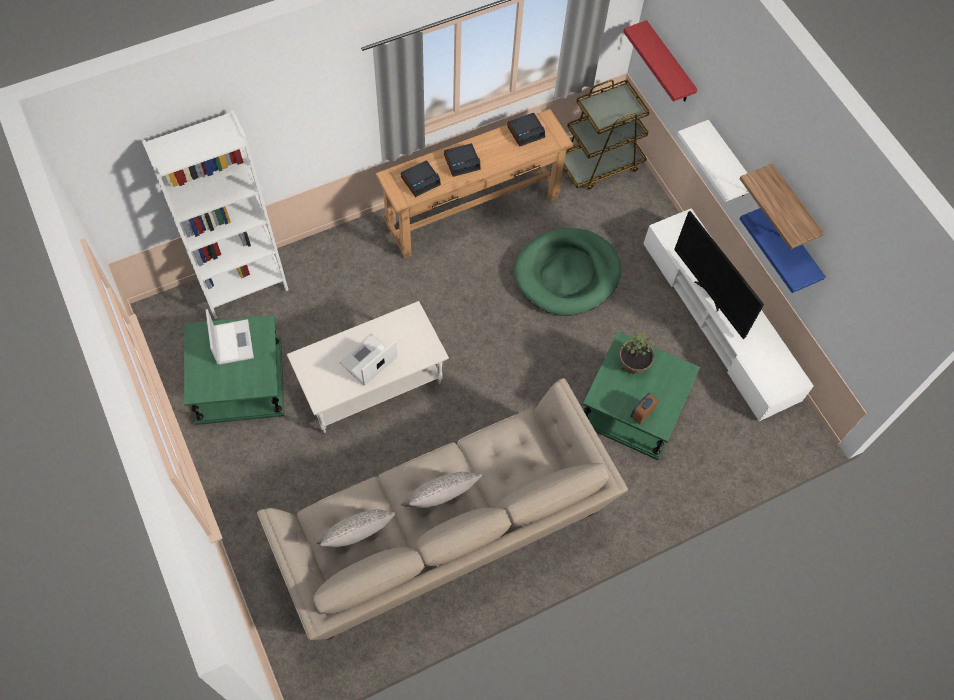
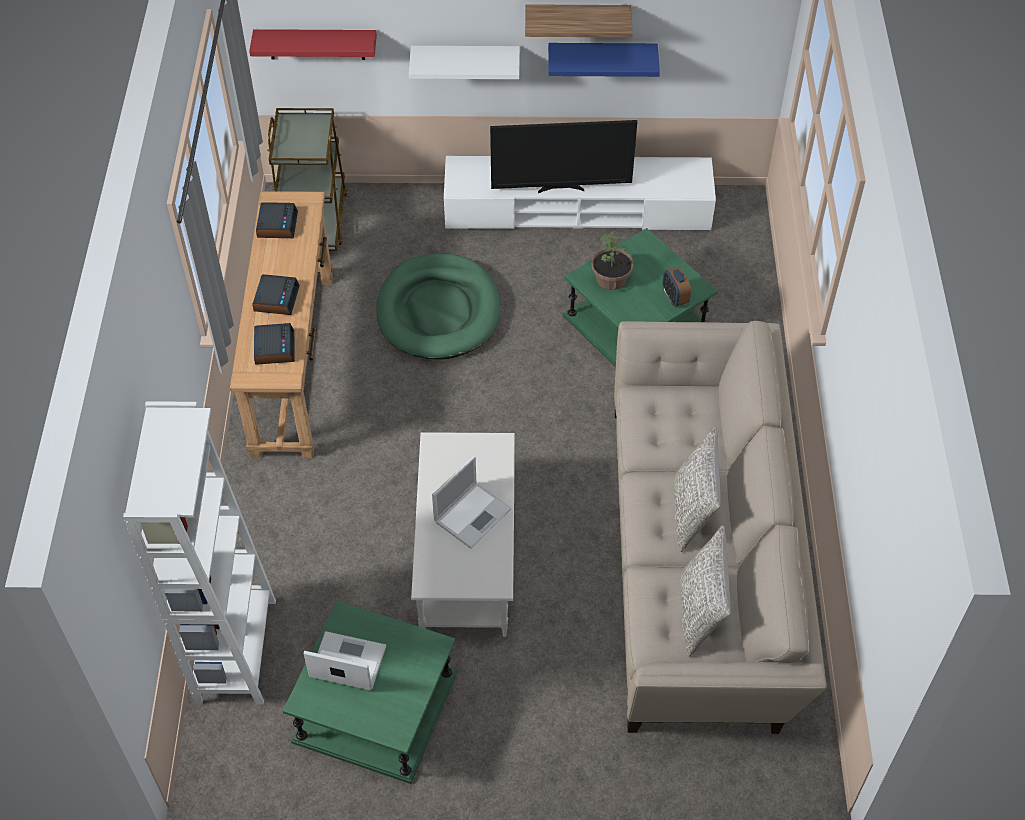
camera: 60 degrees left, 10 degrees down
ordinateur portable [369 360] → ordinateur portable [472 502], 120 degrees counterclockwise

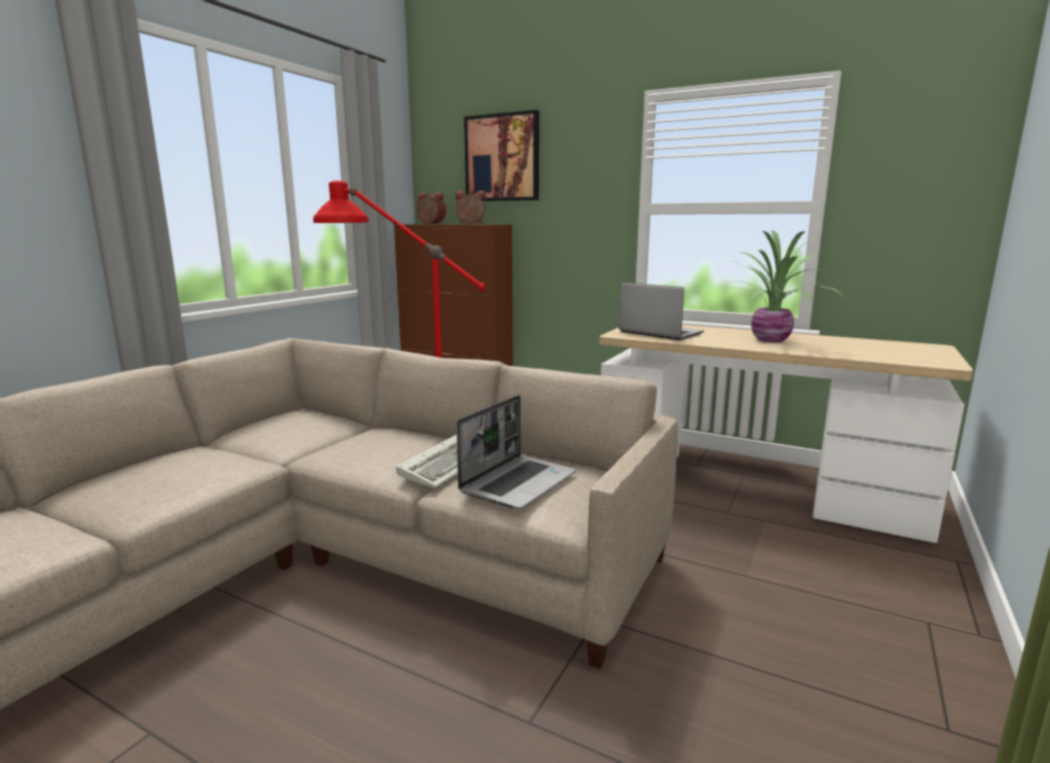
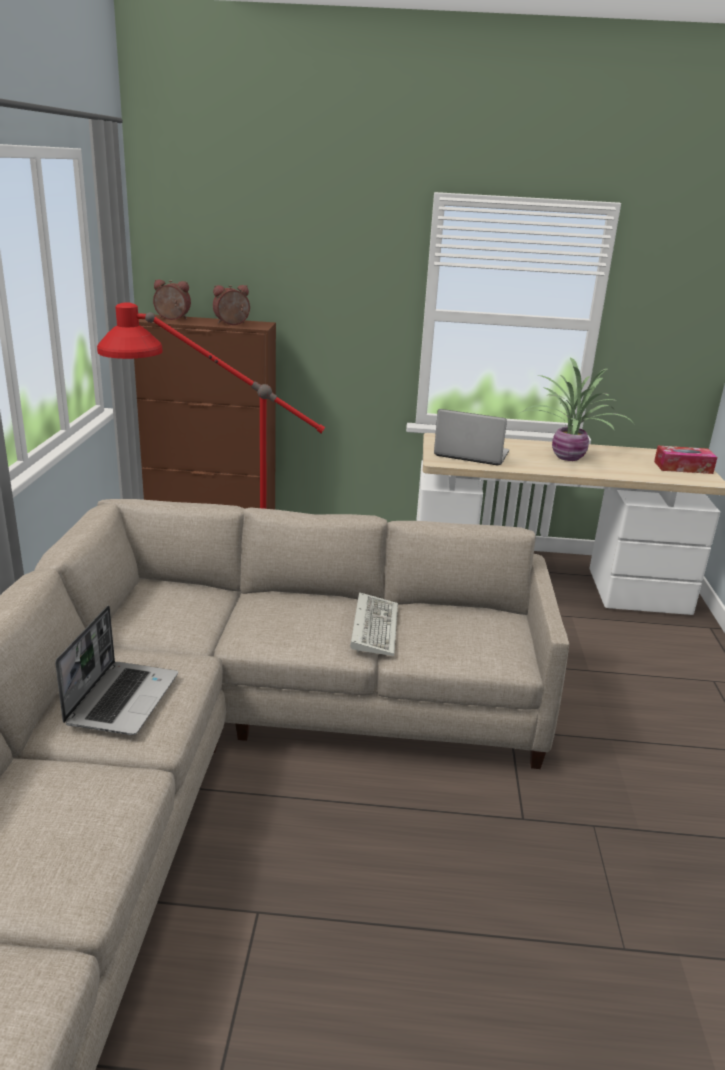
camera: 25 degrees left, 10 degrees up
tableau [501 155] → -
- → boîte à mouchoirs [685 460]
ordinateur portable [516 452] → ordinateur portable [116 670], moved

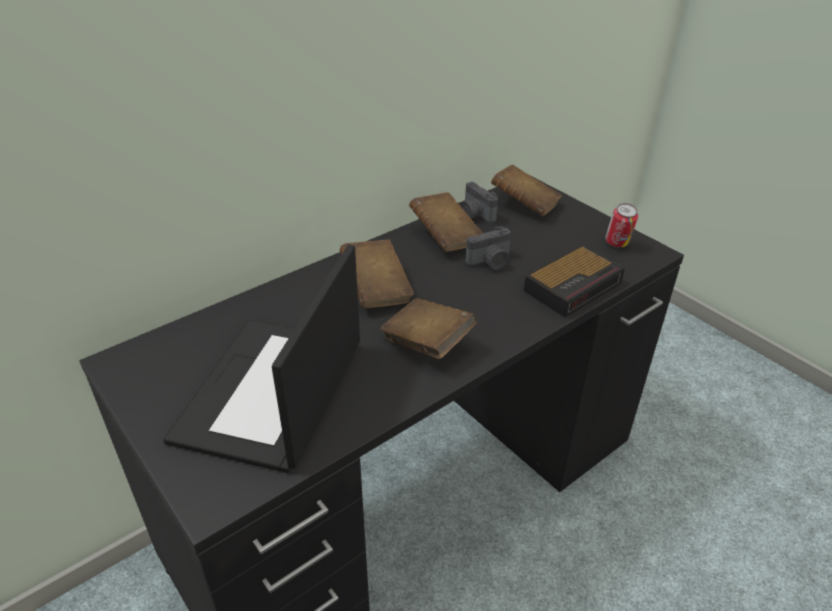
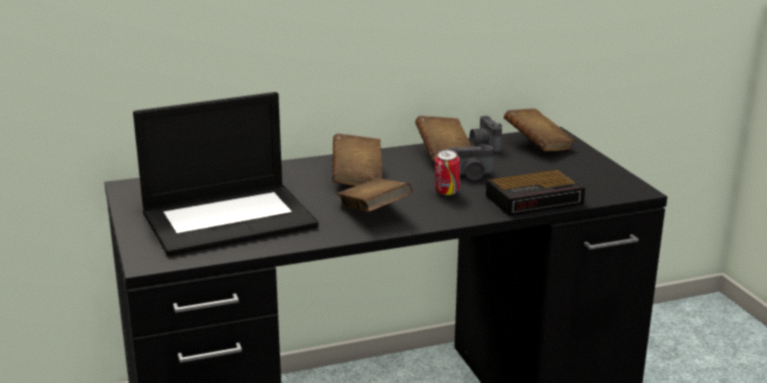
camera: 20 degrees right, 15 degrees down
boîte métallique [621 225] → boîte métallique [447 172], moved
ordinateur portable [261 358] → ordinateur portable [226 174], 150 degrees counterclockwise

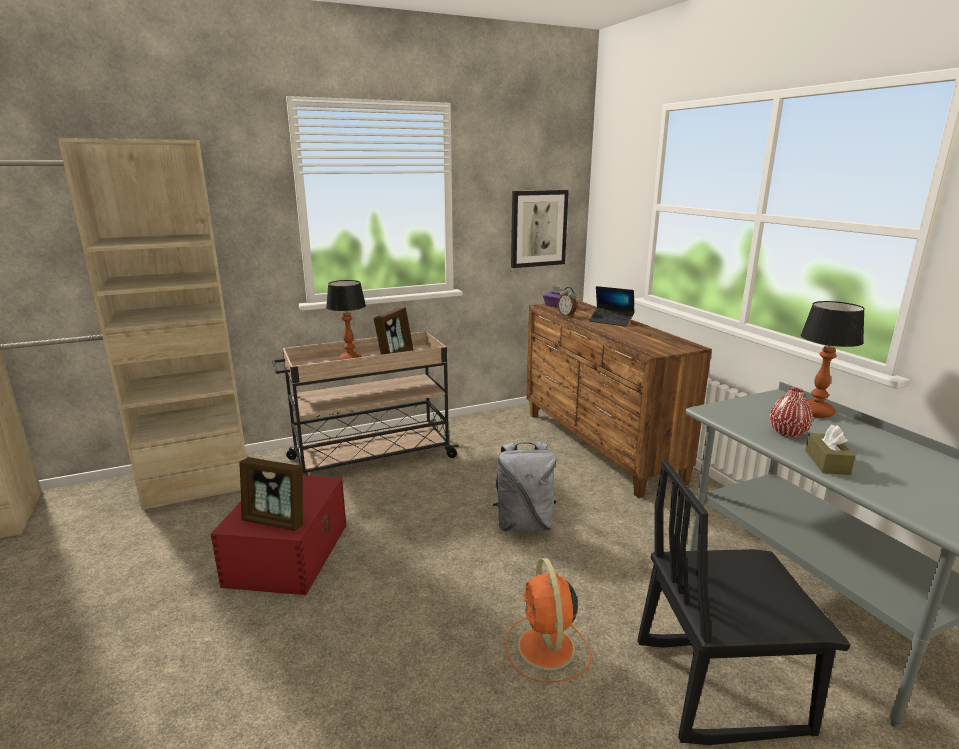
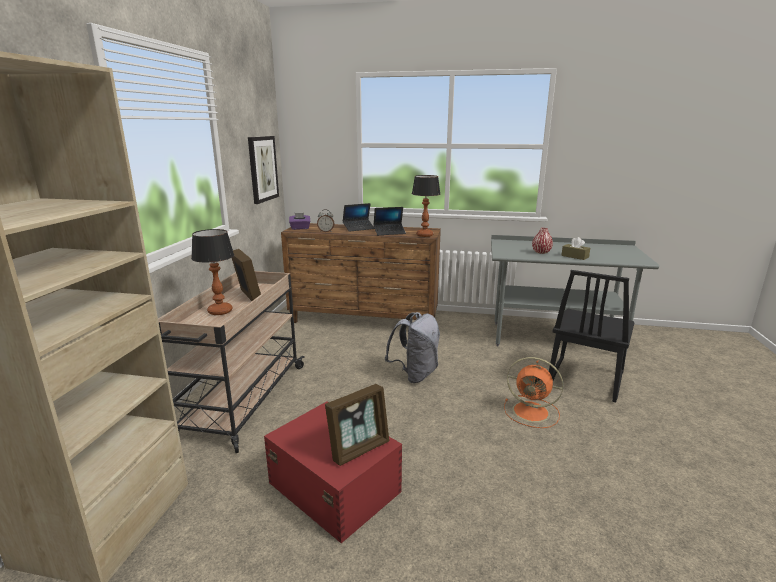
camera: 55 degrees left, 0 degrees up
- → ordinateur portable [389 221]
lampe de table [832 359] → lampe de table [426 206], moved

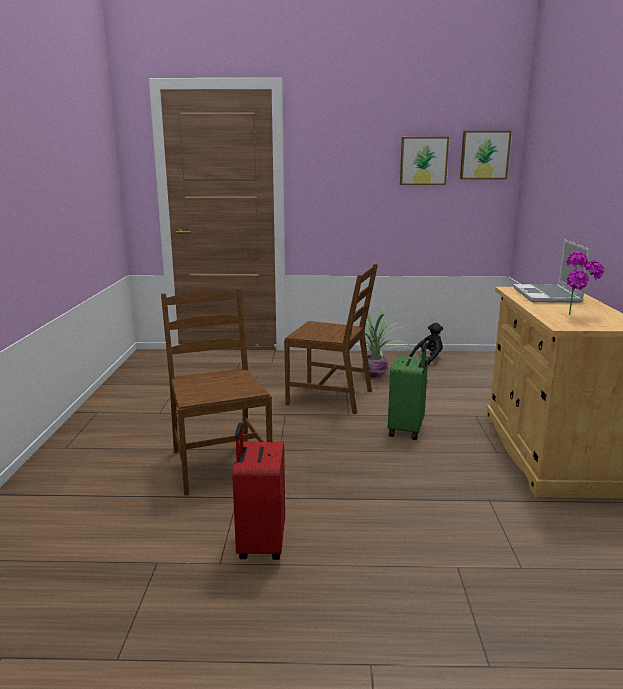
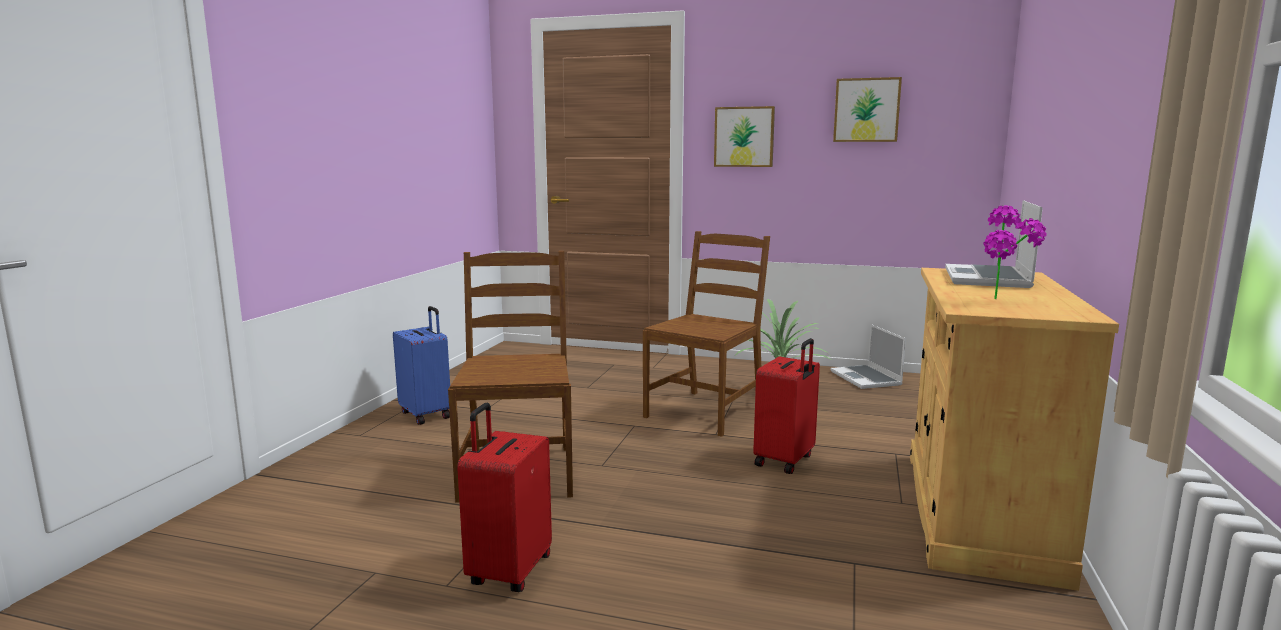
camera: 15 degrees right, 5 degrees down
- → valise [bleu] [421 365]
tableau [486 155] → tableau [744 136], moved
peluche [noir] [426 344] → ordinateur portable [868 356]
valise [vert] [408 391] → valise [rouge] [786 406]
chaise [marron] [331 339] → chaise [marron] [706 334], 90 degrees counterclockwise

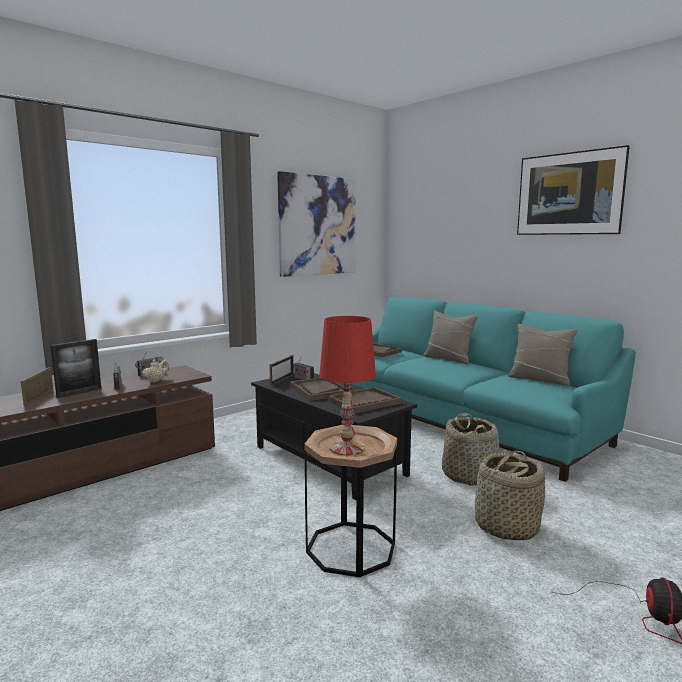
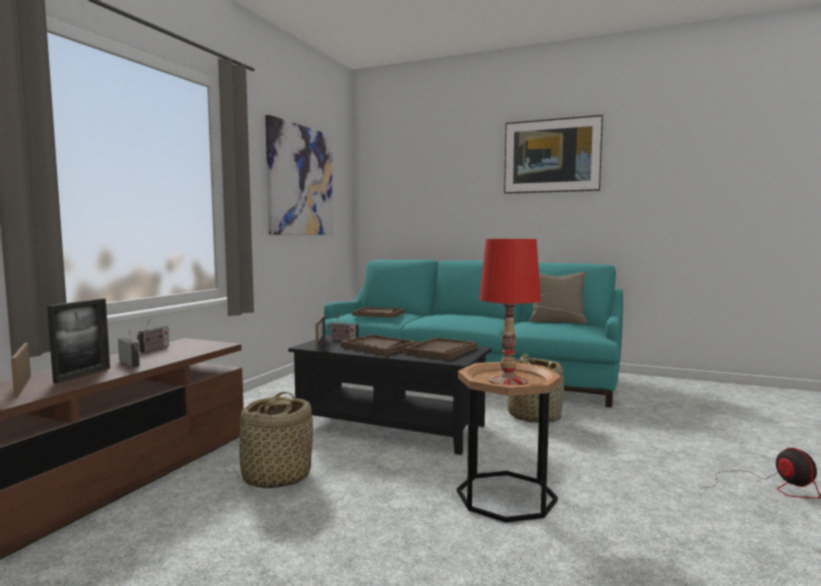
camera: 25 degrees left, 5 degrees down
théière [beige] [155 370] → -
coussin [beige] [450 337] → -
panier [510 495] → panier [273 440], moved

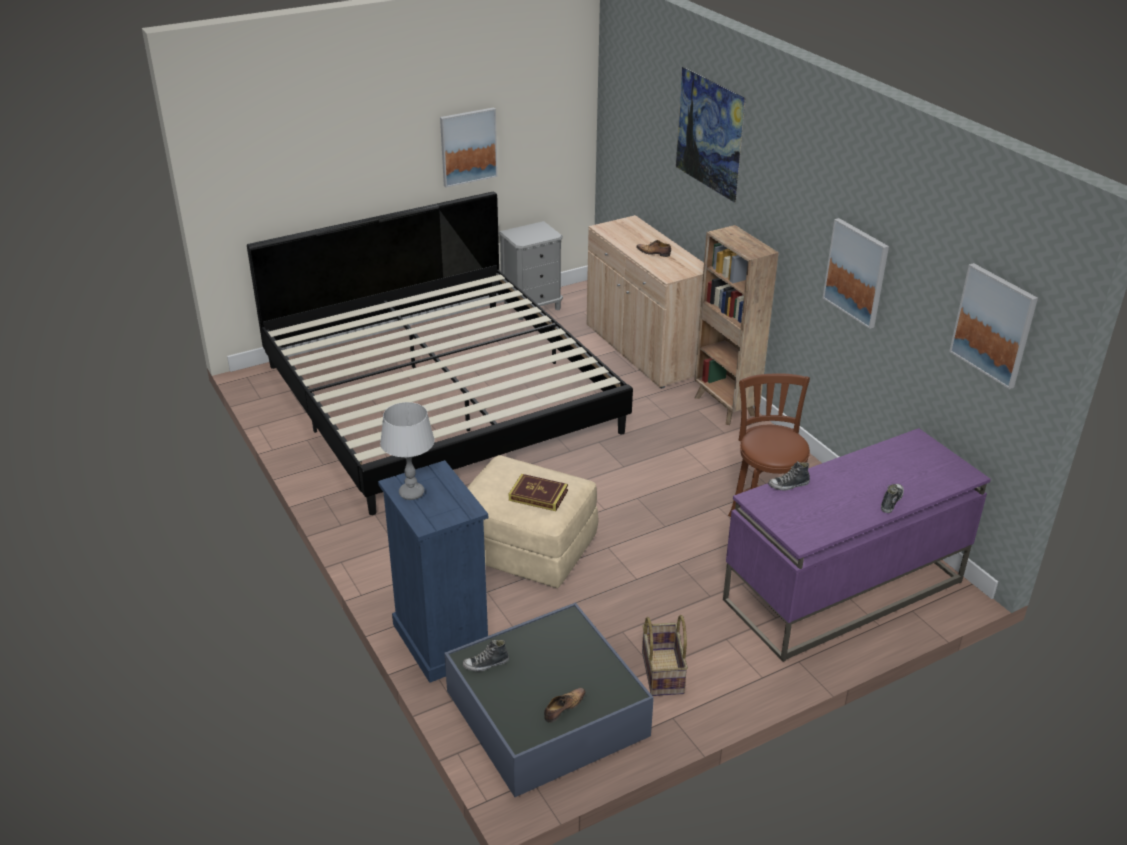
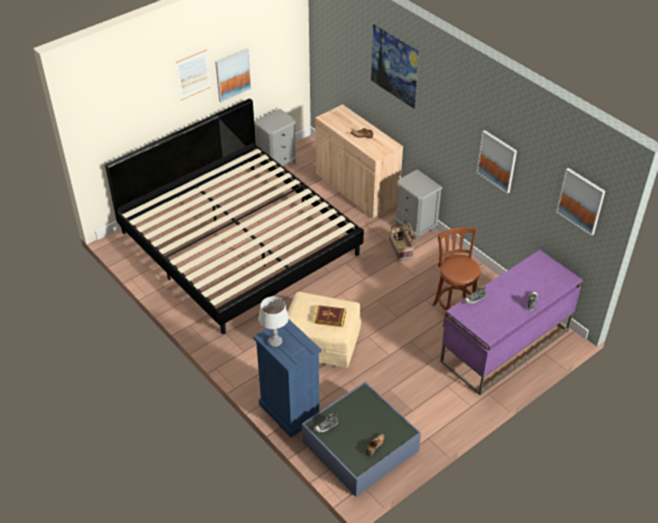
camera: 10 degrees left, 10 degrees up
- → tableau [193 75]
panier [665 655] → panier [401 241], moved
bibliothèque [marron] [736 325] → table de chevet [gris] [418 205]

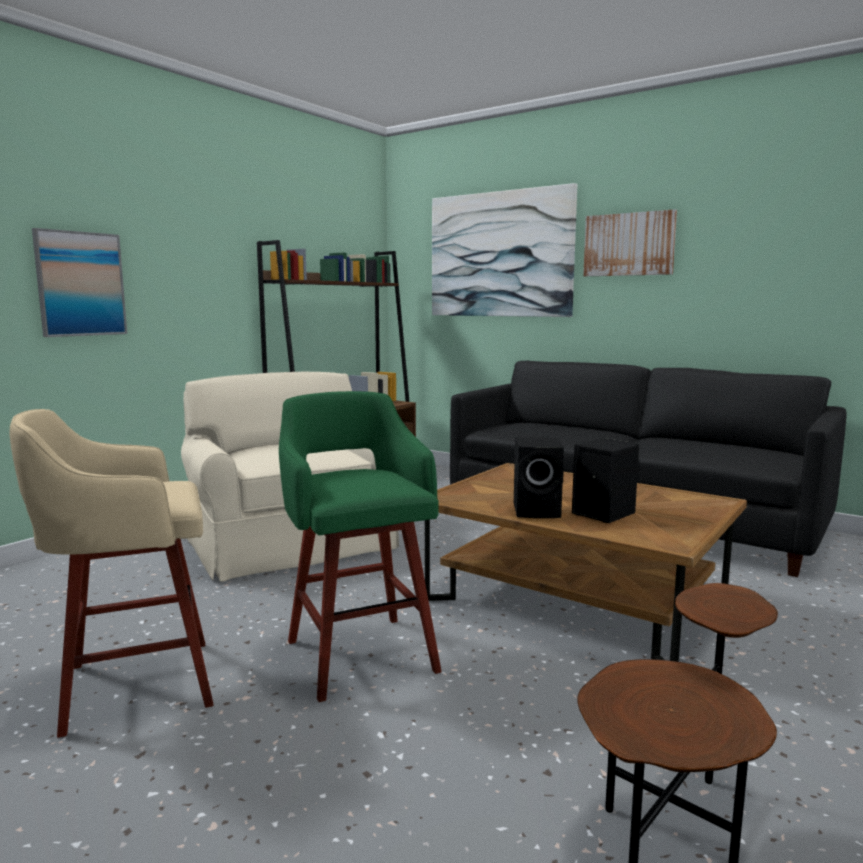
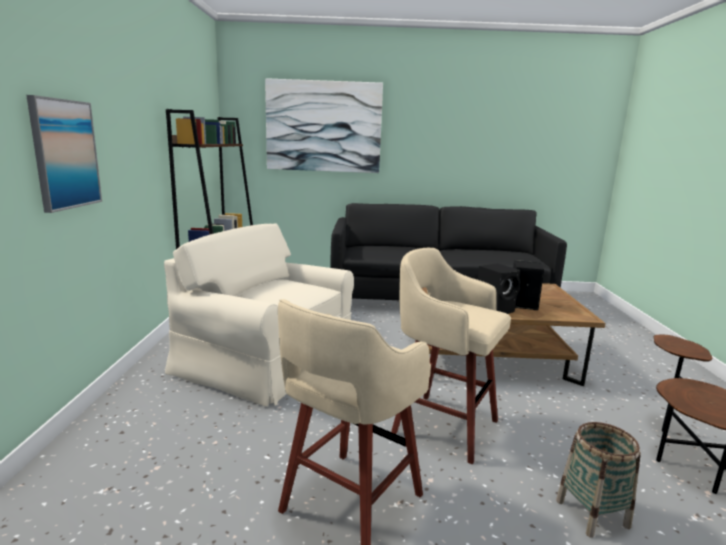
camera: 35 degrees left, 5 degrees up
tableau [630 242] → -
- → panier [598 480]
tabouret [vert] [360 546] → tabouret [beige] [451 356]

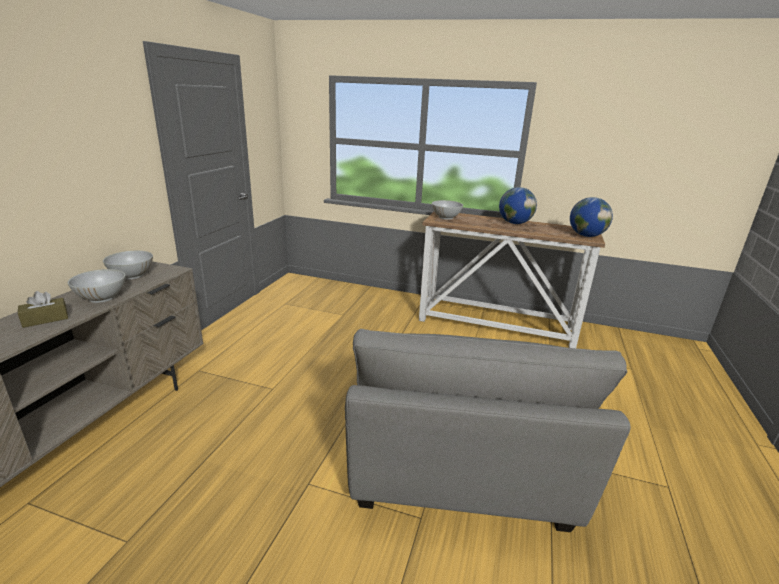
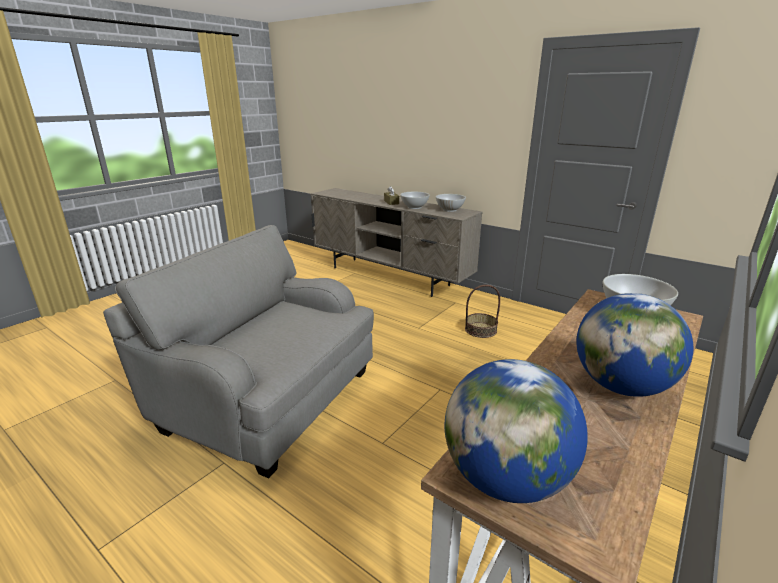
camera: 110 degrees right, 0 degrees up
- → panier [482 311]

